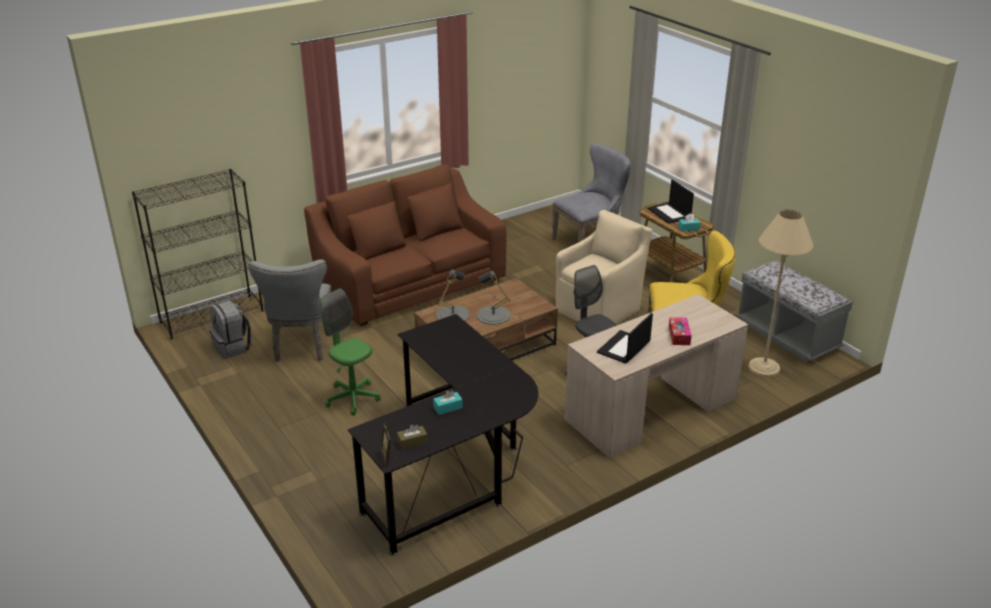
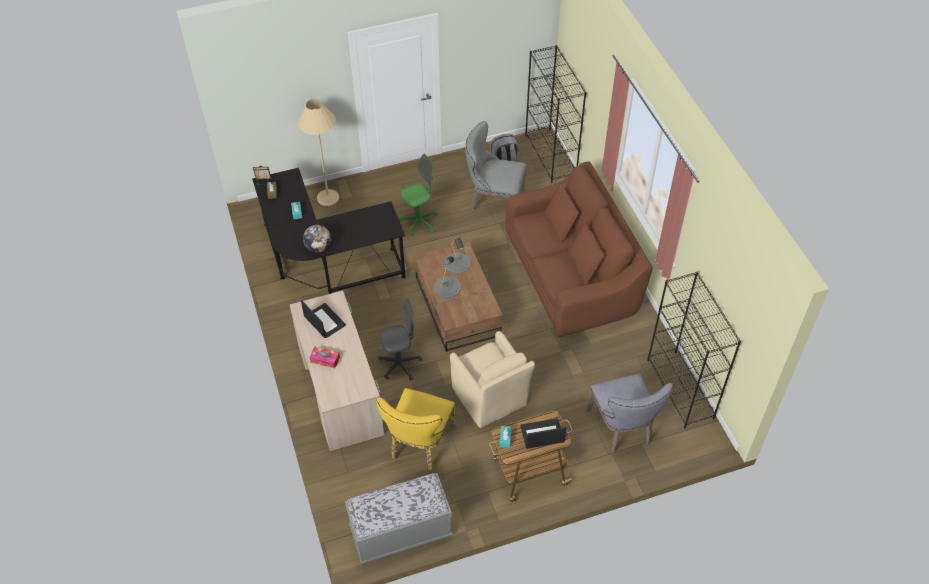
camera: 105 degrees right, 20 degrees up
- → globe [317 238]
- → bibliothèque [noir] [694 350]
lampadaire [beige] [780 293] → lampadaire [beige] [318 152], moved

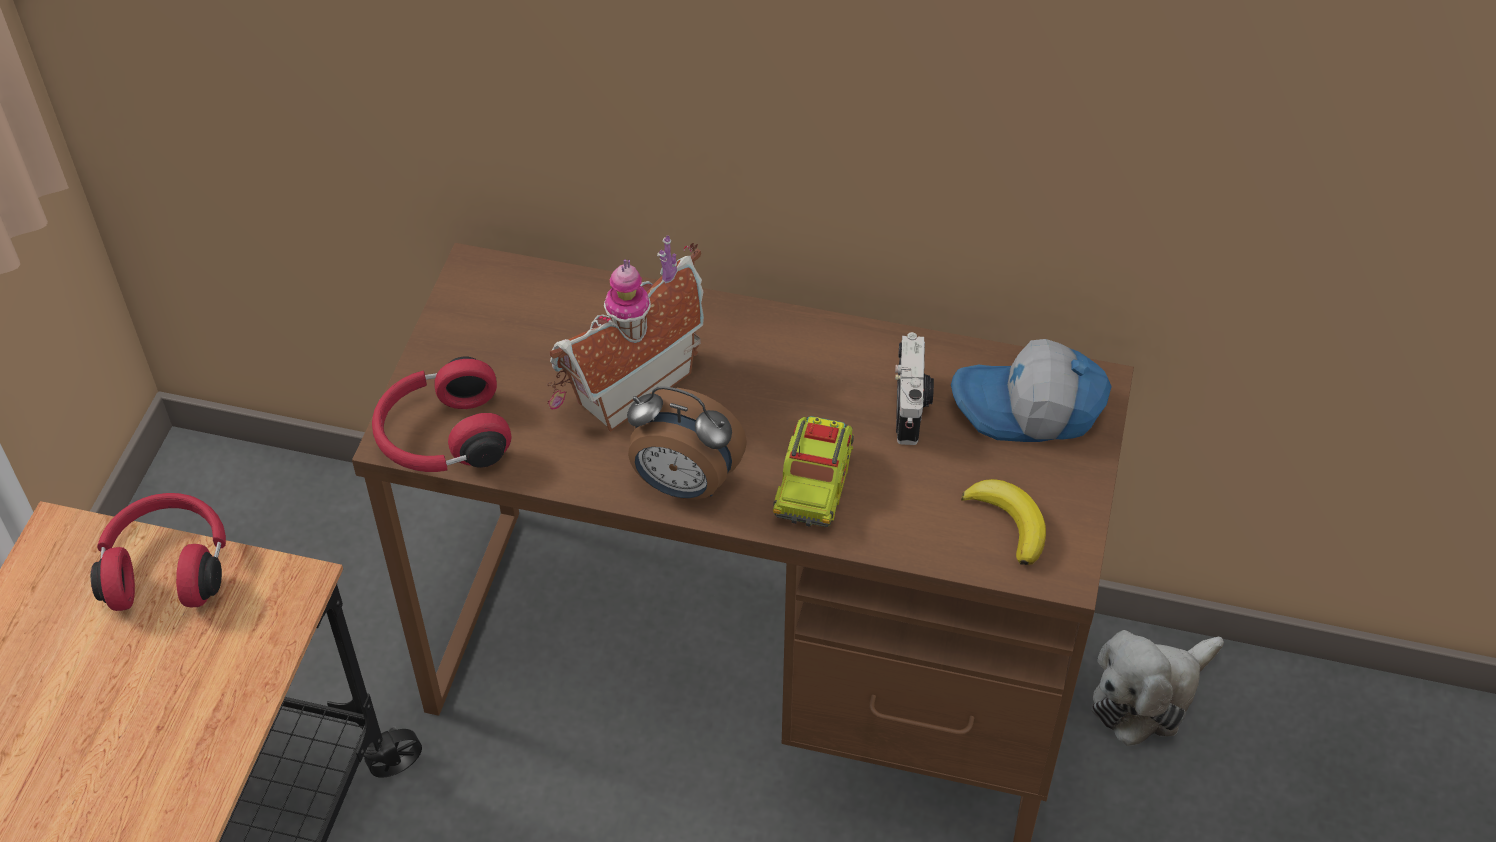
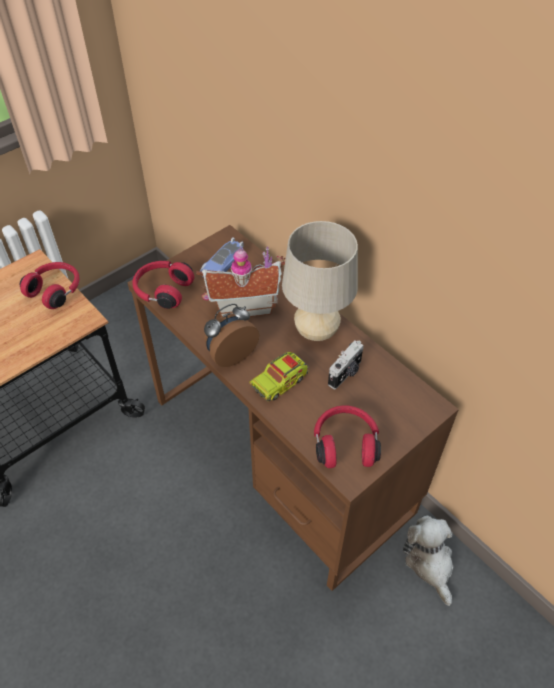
camera: 35 degrees right, 0 degrees up
casquette [1031 390] → -
- → petite voiture [222 257]
- → lampe de table [beige] [320 281]
banane [1003 522] → casque audio [rouge] [347 436]
réveil [687 443] → réveil [231 335], 90 degrees clockwise
peluche [1158 688] → peluche [428 560], 75 degrees clockwise

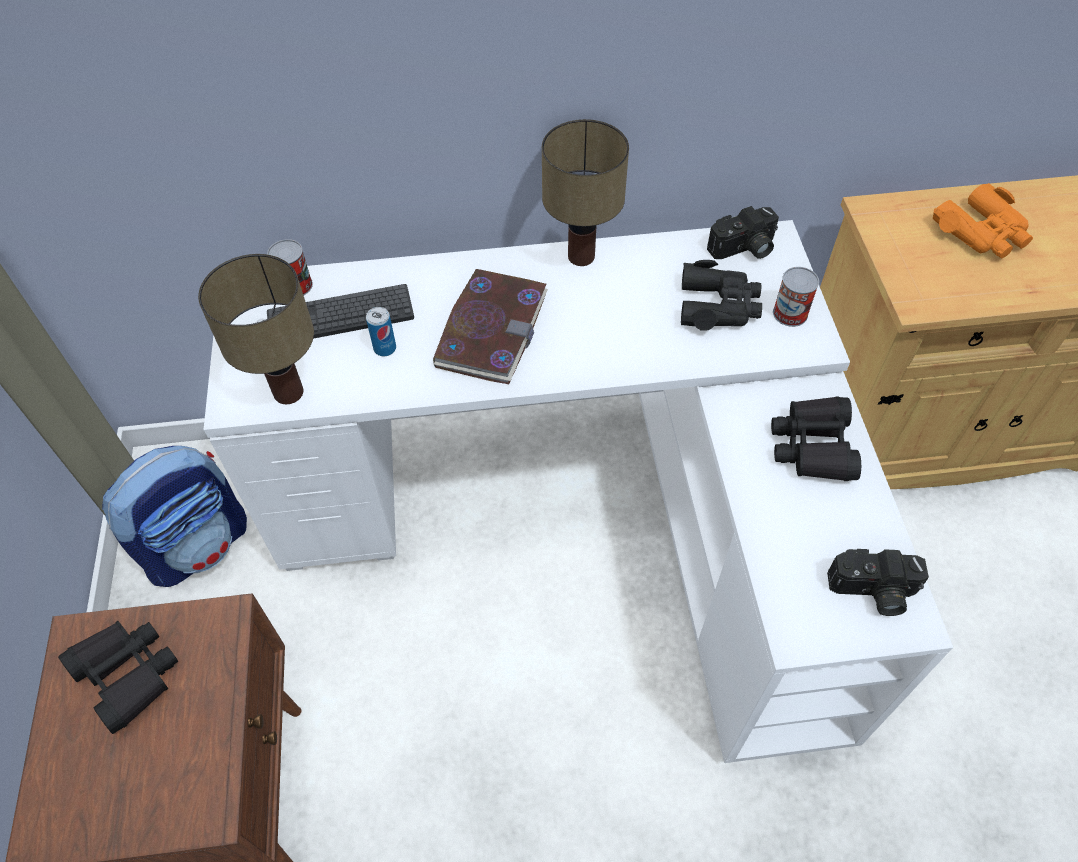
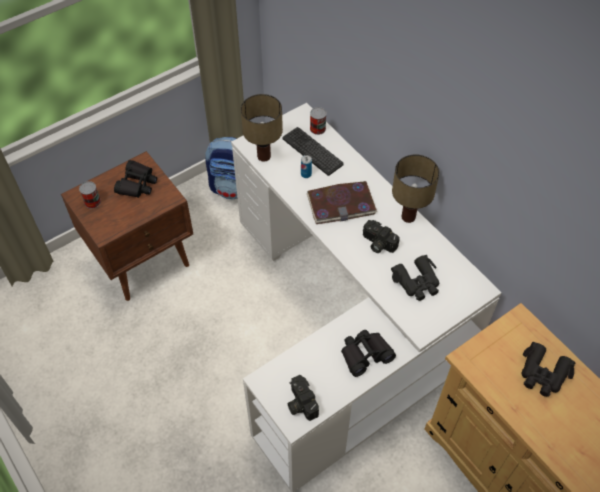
camera: 60 degrees right, 0 degrees up
appareil photo [743 232] → appareil photo [381 236], moved
boîte métallique [796 297] → boîte métallique [90 195], moved
jumelles [orange] [983 220] → jumelles [noir] [548 369]

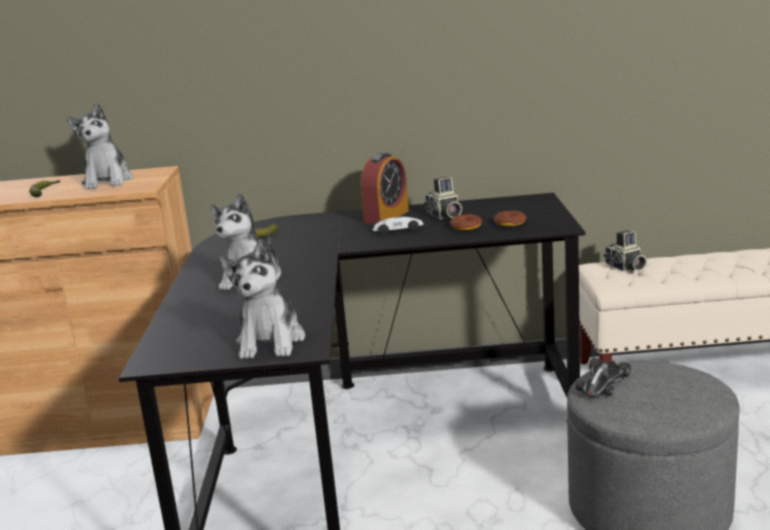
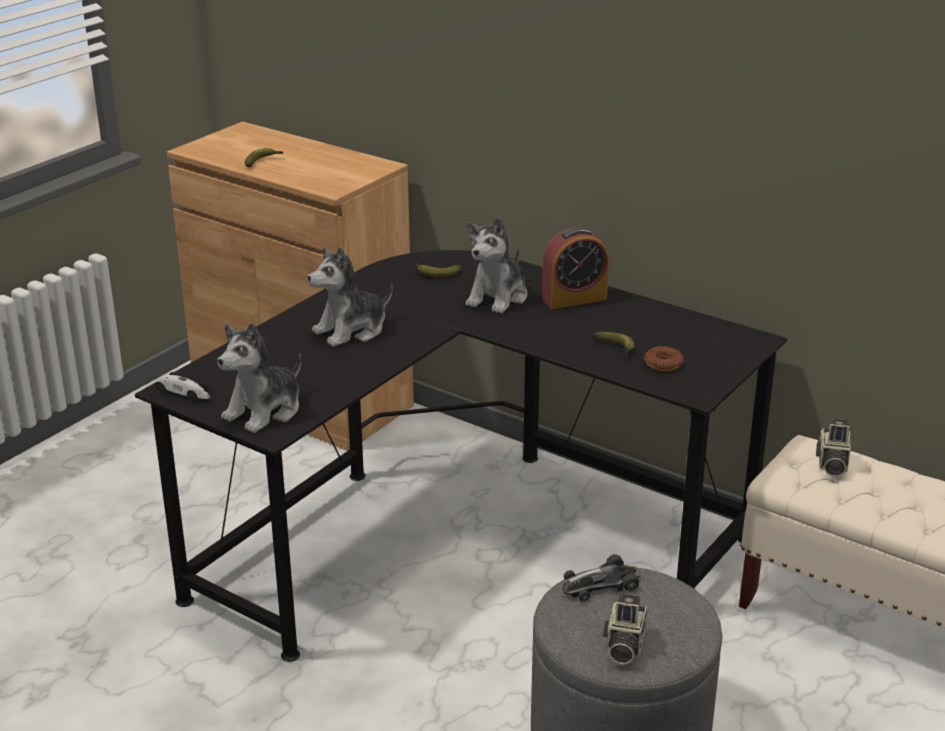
camera: 35 degrees right, 10 degrees up
peluche [100 146] → peluche [496 265], moved
petite voiture [398 226] → petite voiture [183 387], moved
appareil photo [443 198] → appareil photo [625 629], moved
beignet [466 222] → banane [614 343]

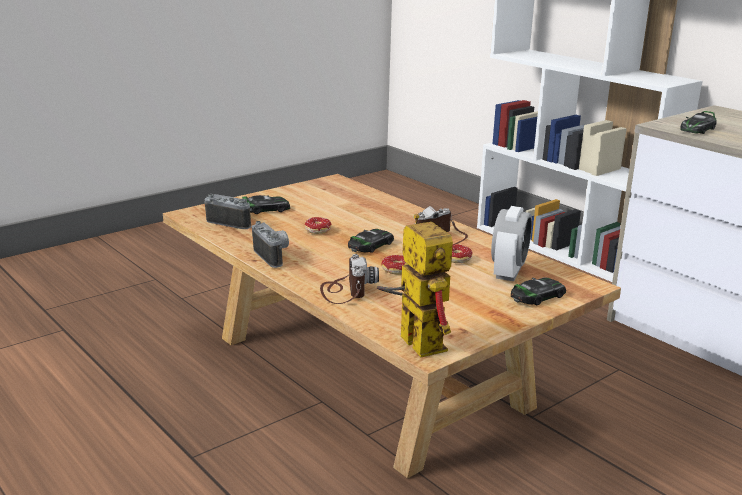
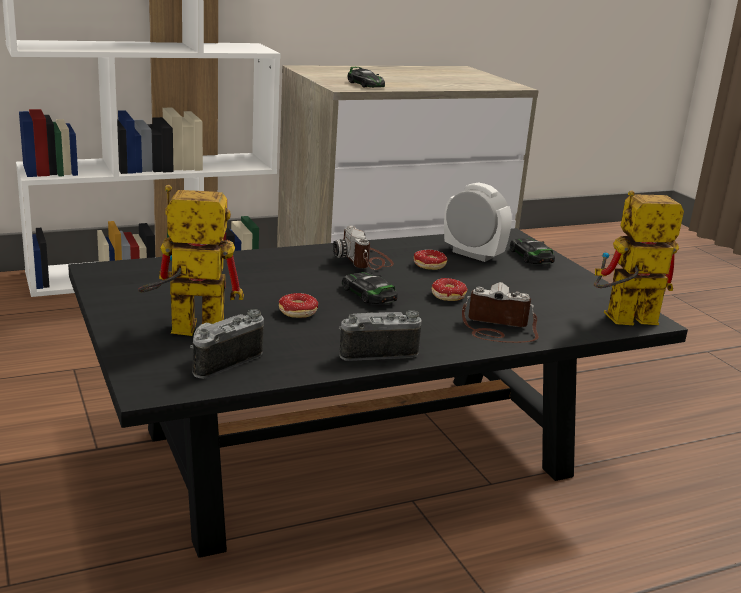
camera: 75 degrees left, 0 degrees up
petite voiture [266 204] → robot jouet [191 260]
table basse [beige] [392 326] → table basse [noir] [378 393]

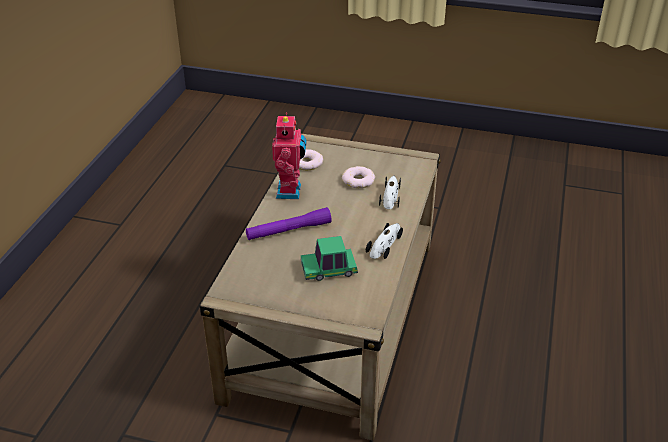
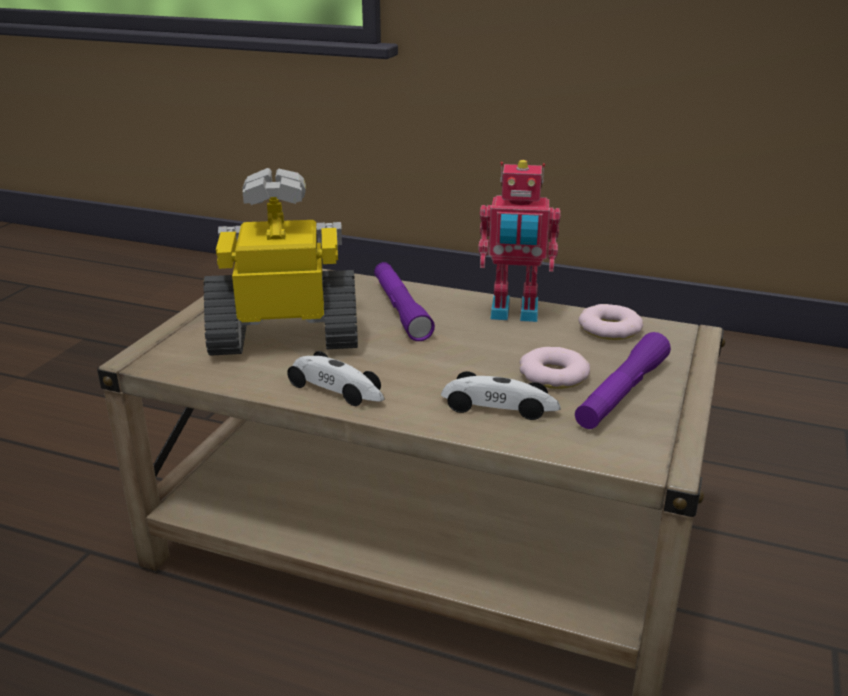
camera: 95 degrees right, 10 degrees down
- → lampe de poche [violet] [623 380]
petite voiture [329 258] → robot jouet [280 262]

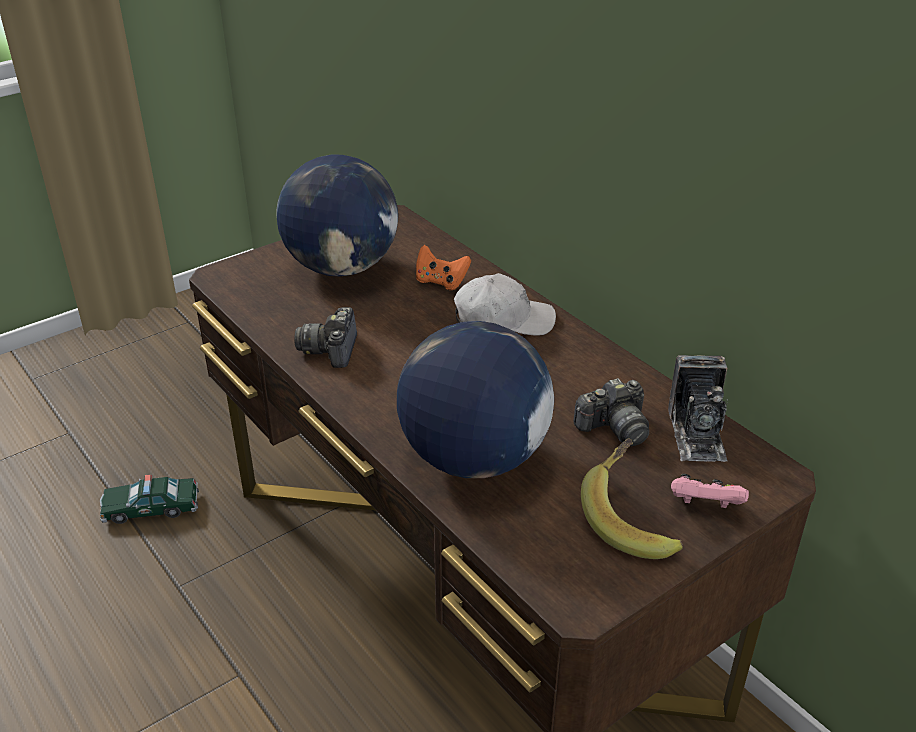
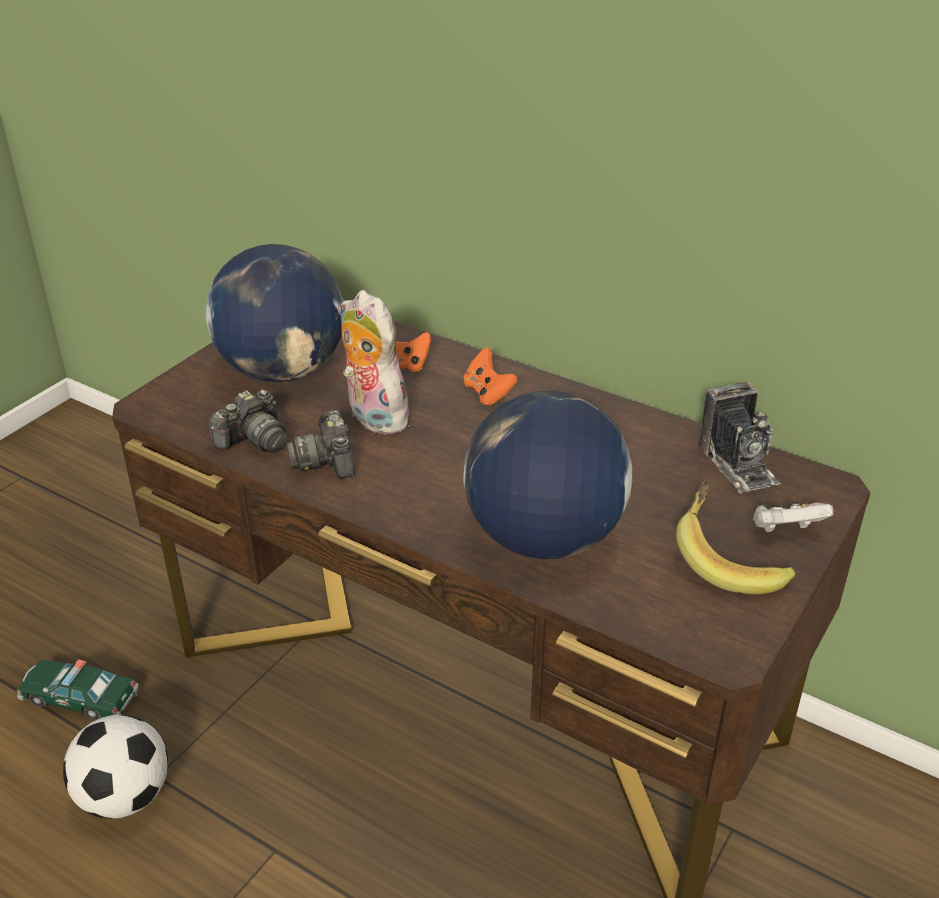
camera: 20 degrees left, 0 degrees up
- → ballon de foot [115 767]
- → peluche [376 362]
appareil photo [611 412] → appareil photo [248 421], moved
casquette [blanc] [505 304] → manette [orange] [491 376]
manette [rose] [710 491] → manette [blanc] [793 517]
petite voiture [149 499] → petite voiture [78 689], 45 degrees clockwise

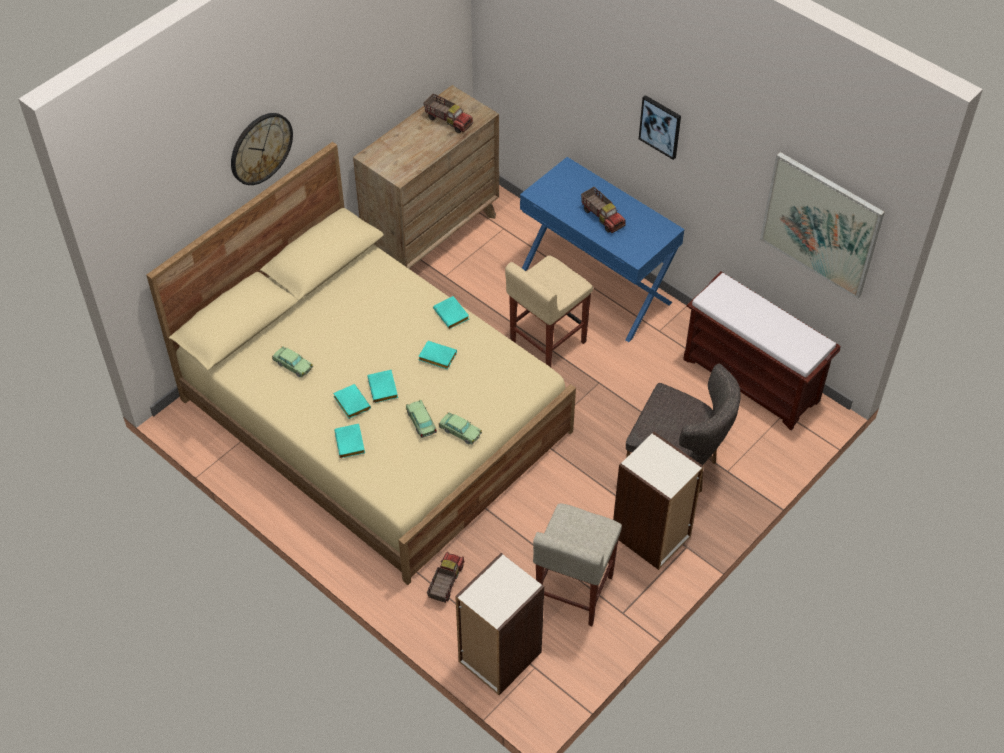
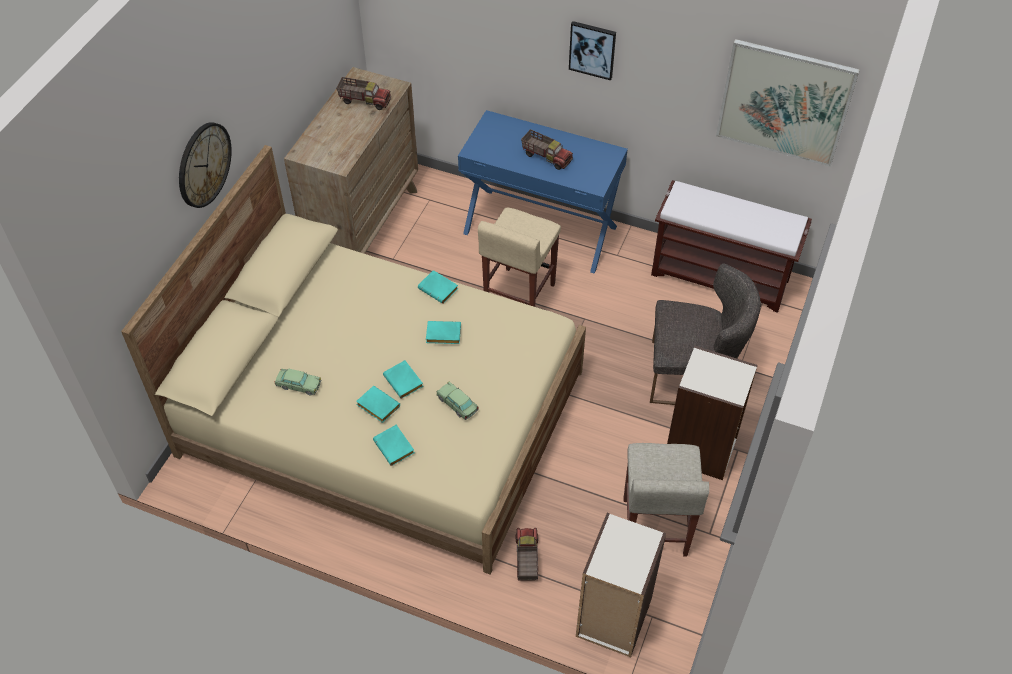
camera: 20 degrees left, 0 degrees up
petite voiture [460 428] → -

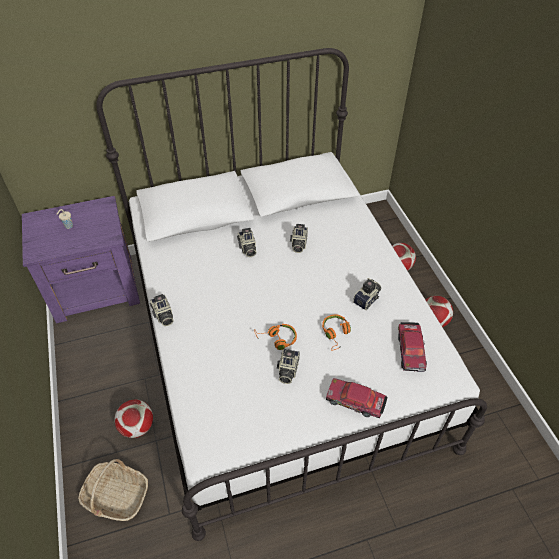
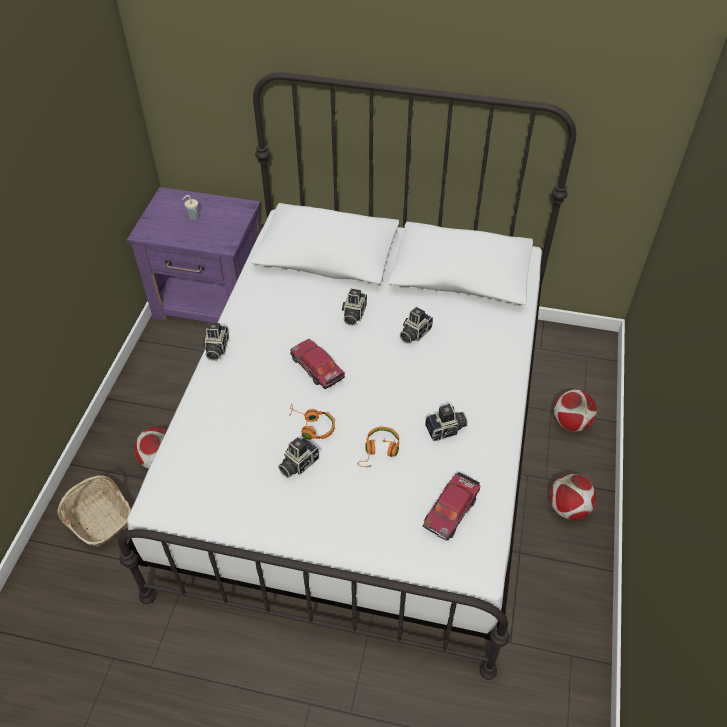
camera: 30 degrees right, 0 degrees up
petite voiture [357 398] → petite voiture [317 364], moved

